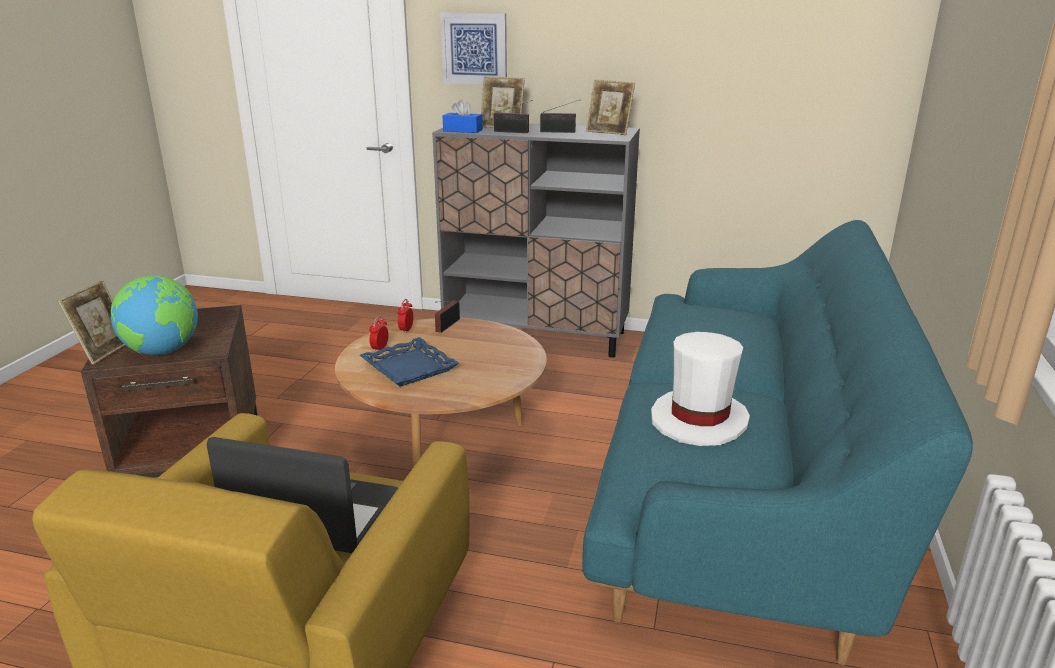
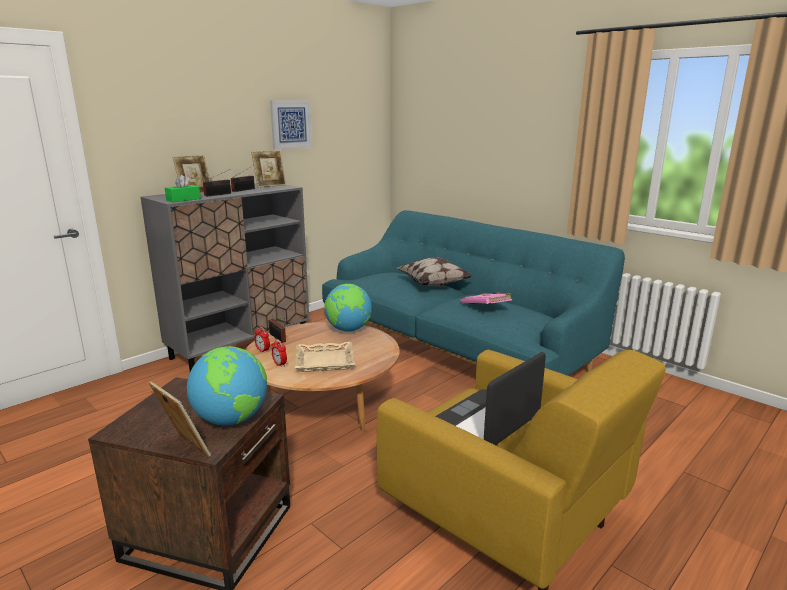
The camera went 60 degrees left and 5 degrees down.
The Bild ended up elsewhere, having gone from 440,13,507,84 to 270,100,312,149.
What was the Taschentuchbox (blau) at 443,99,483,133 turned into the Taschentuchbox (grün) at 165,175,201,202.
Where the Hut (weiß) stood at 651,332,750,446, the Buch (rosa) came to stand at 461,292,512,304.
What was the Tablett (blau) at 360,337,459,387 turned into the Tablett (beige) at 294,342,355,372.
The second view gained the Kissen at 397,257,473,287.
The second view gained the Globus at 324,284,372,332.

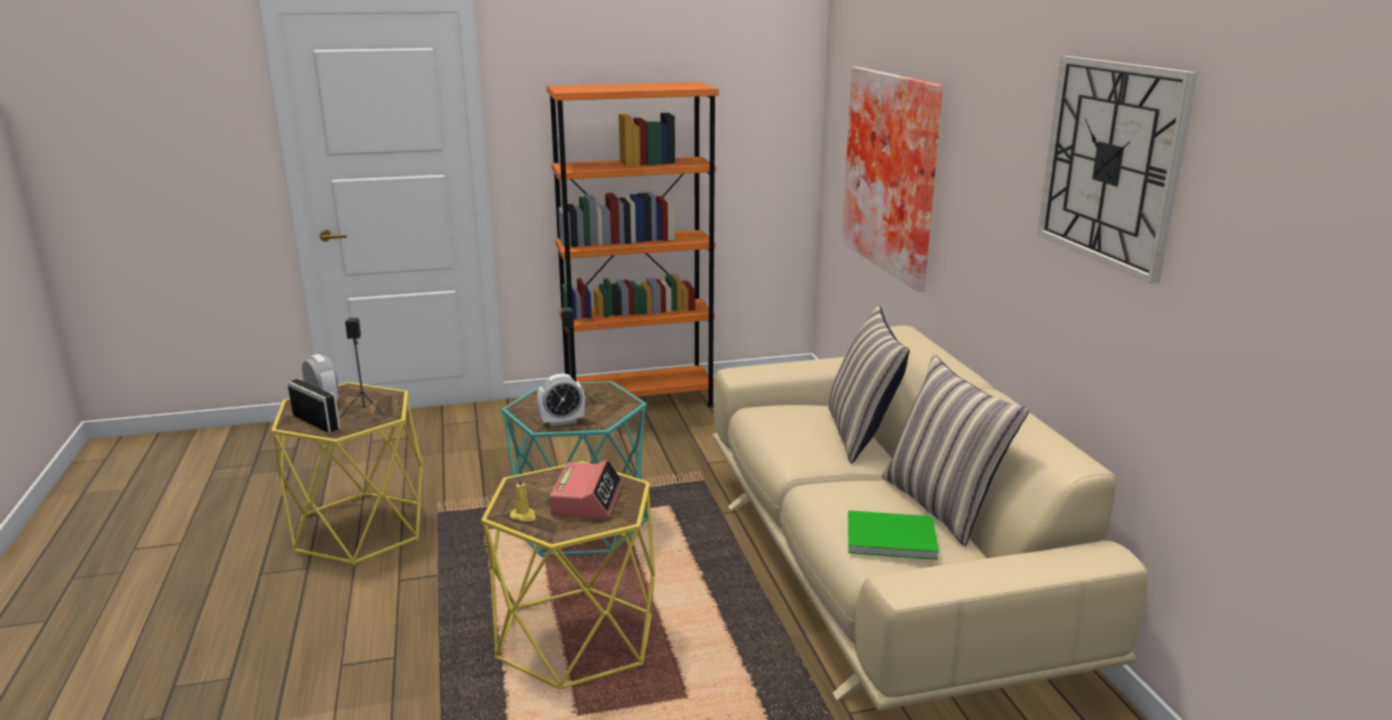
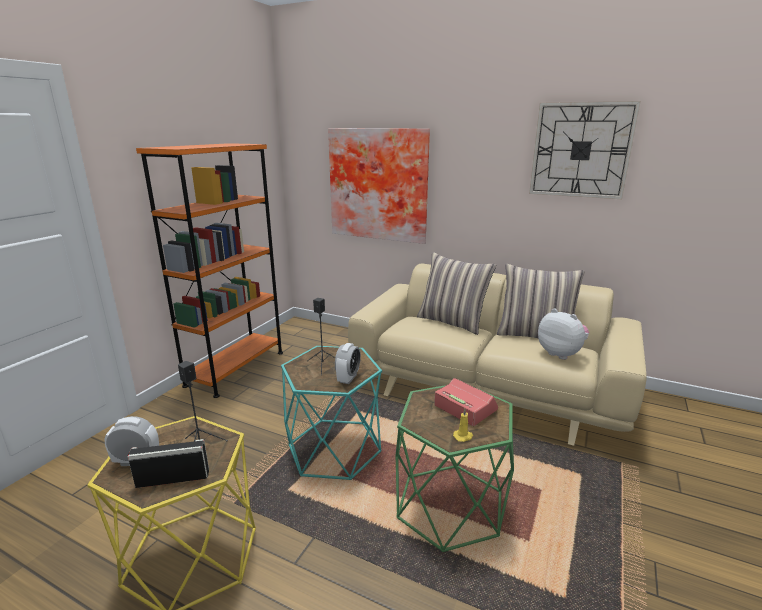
The camera went 50 degrees left and 0 degrees up.
What was the Beistelltisch (gelb) at 481,461,655,690 turned into the Beistelltisch (grün) at 396,385,514,552.
Where the Buch (grün) stood at 848,510,939,560, the Plüschtier came to stand at 538,308,589,360.

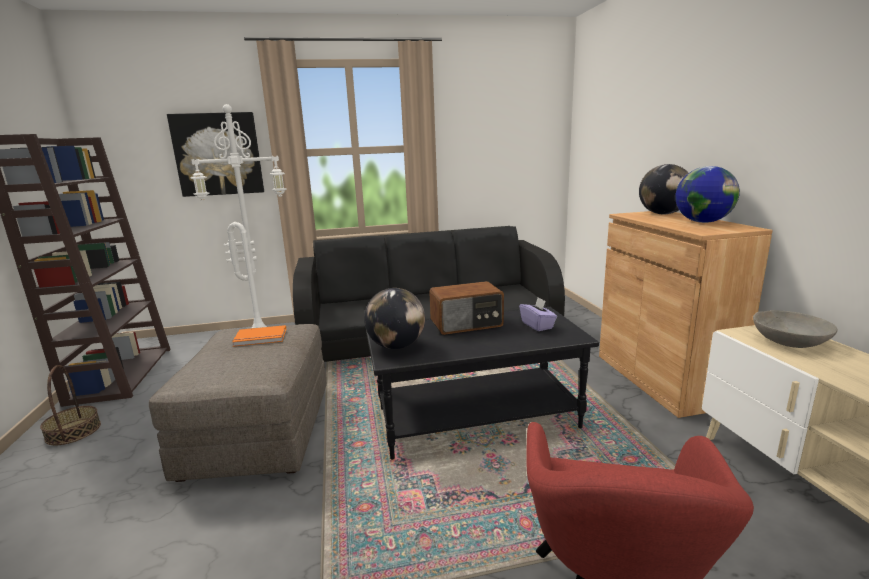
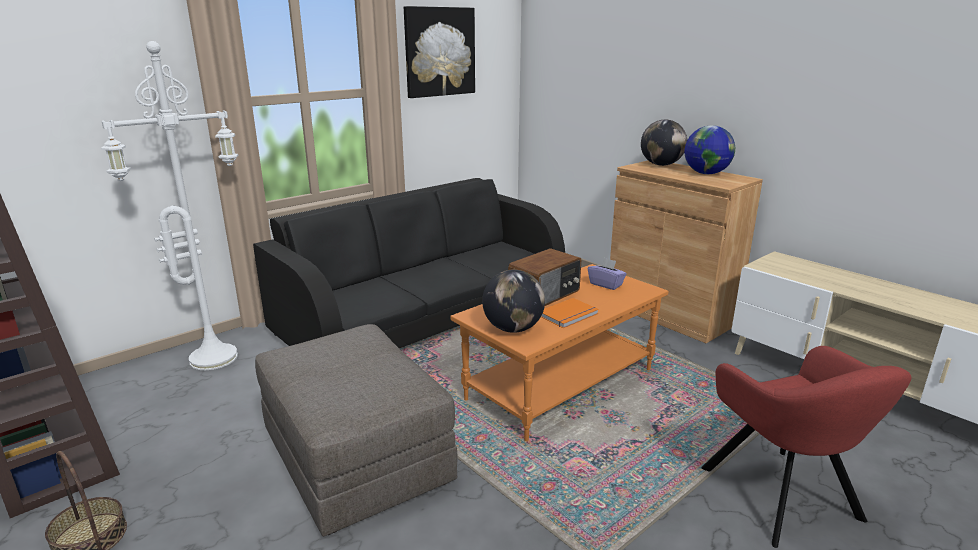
The camera went 30 degrees left and 5 degrees up.
The Bild ended up elsewhere, having gone from 167,112,264,197 to 404,6,475,98.
What was the Couchtisch (schwarz) at 366,307,599,460 turned into the Couchtisch (orange) at 450,264,669,441.
The second view lost the Schüssel (grau) at 753,310,838,348.
The Buch (orange) ended up elsewhere, having gone from 232,325,286,347 to 541,298,599,328.

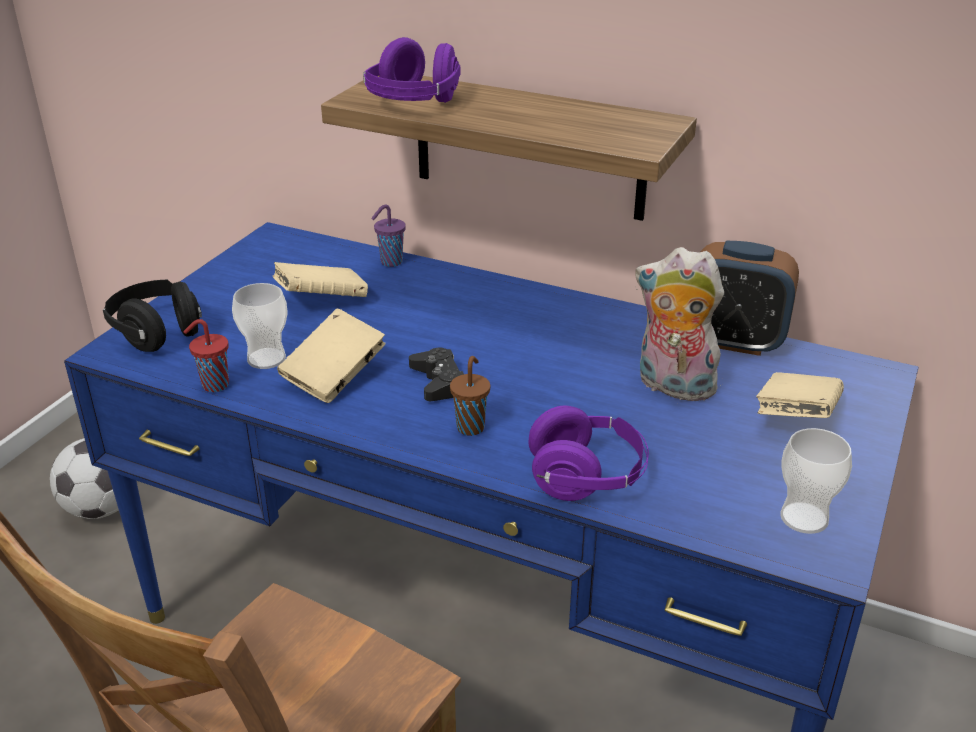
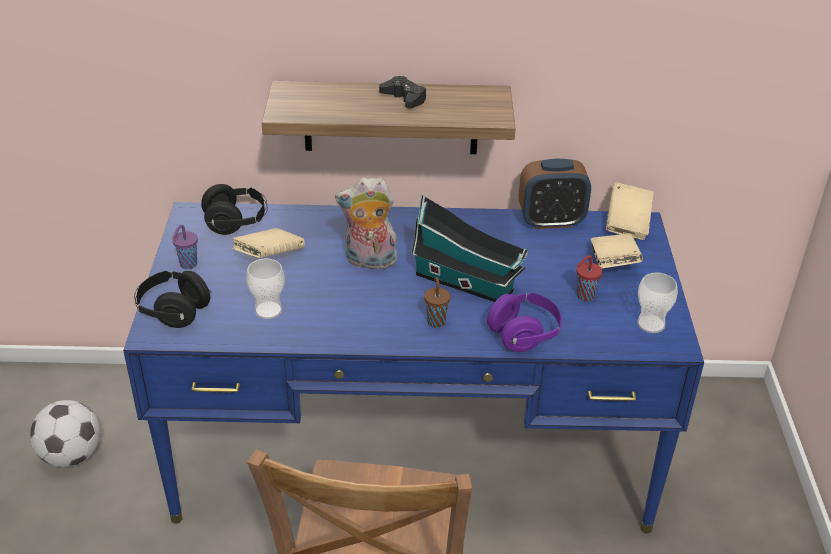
The camera went 25 degrees left and 5 degrees up.
The second view lost the Kopfhörer (lila) at 363,37,460,103.
The Tasse (lila) ended up elsewhere, having gone from 371,204,406,267 to 172,225,198,269.
The Plüschtier ended up elsewhere, having gone from 635,247,724,401 to 335,177,397,271.
The Buch (beige) ended up elsewhere, having gone from 277,309,385,403 to 606,182,654,240.
The Tasse (rot) ended up elsewhere, having gone from 184,319,229,392 to 577,255,602,301.
The Gamepad (schwarz) ended up elsewhere, having gone from 409,348,464,401 to 379,76,426,109.
The second view gained the Kopfhörer (schwarz) at 201,184,268,235.
The second view gained the Spielzeughaus at 411,195,528,302.

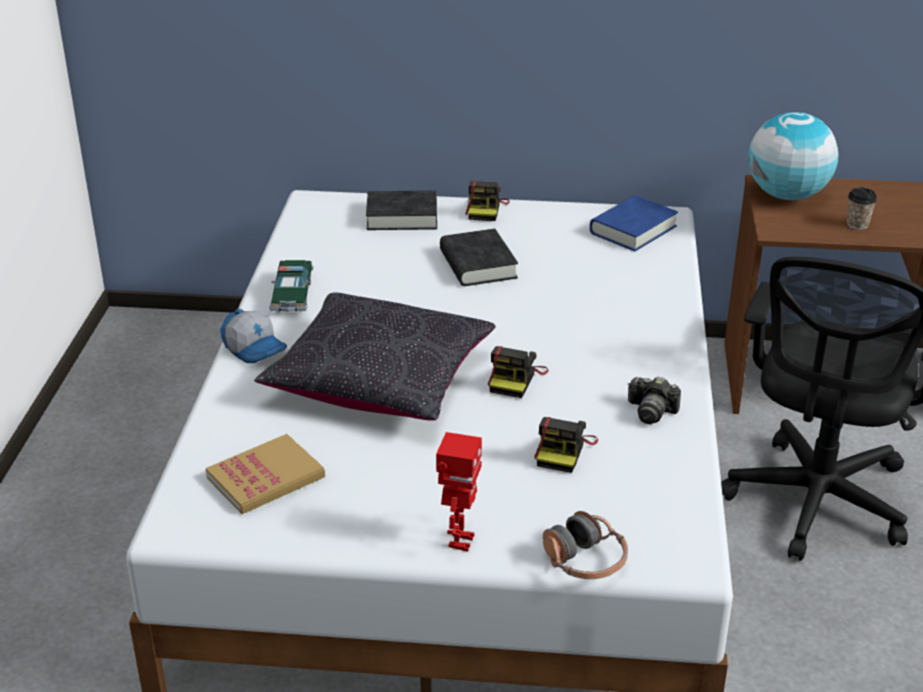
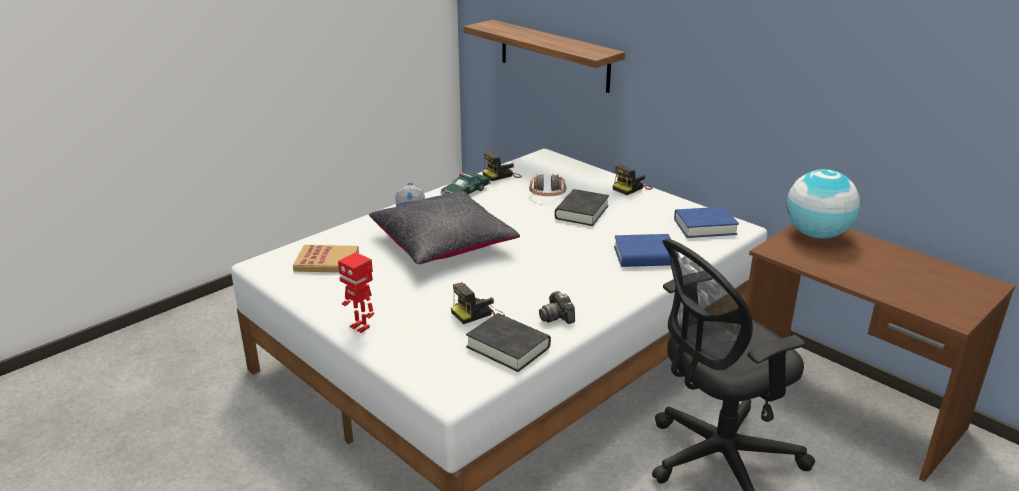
The camera went 40 degrees right and 5 degrees down.
The second view lost the Tasse at 847,187,877,230.
The Buch (schwarz) ended up elsewhere, having gone from 366,190,437,230 to 466,313,551,372.
The Kamera ended up elsewhere, having gone from 488,346,548,398 to 482,152,522,181.
The Spielzeugroboter at 436,432,482,552 ended up facing another way, 75 degrees clockwise from before.
The Kopfhörer ended up elsewhere, having gone from 543,511,628,579 to 529,174,566,196.
The second view gained the Wandregal at 463,20,625,93.
The second view gained the Buch (blau) at 614,234,671,267.

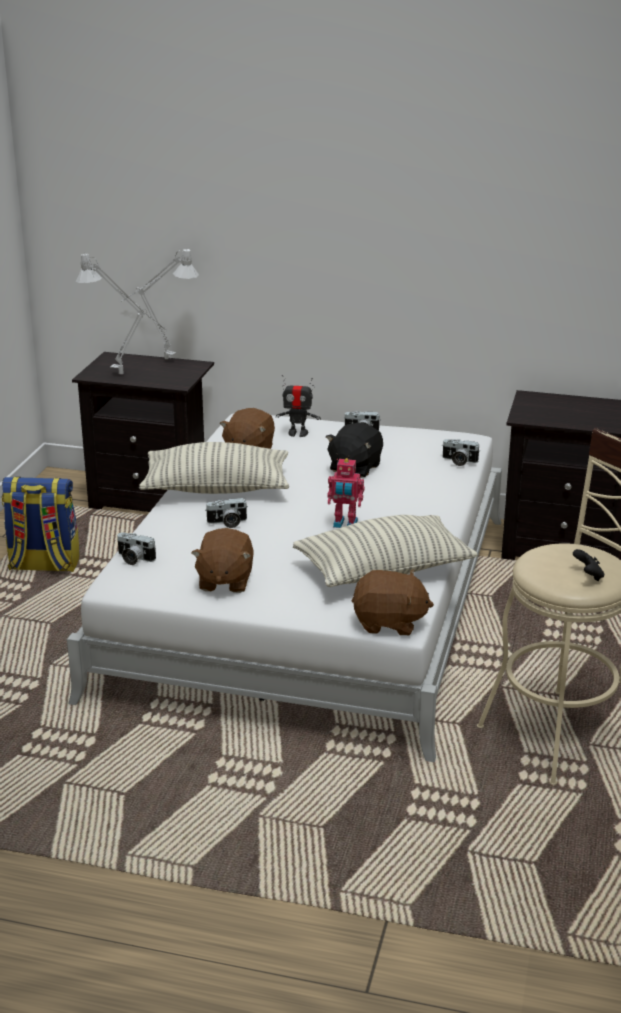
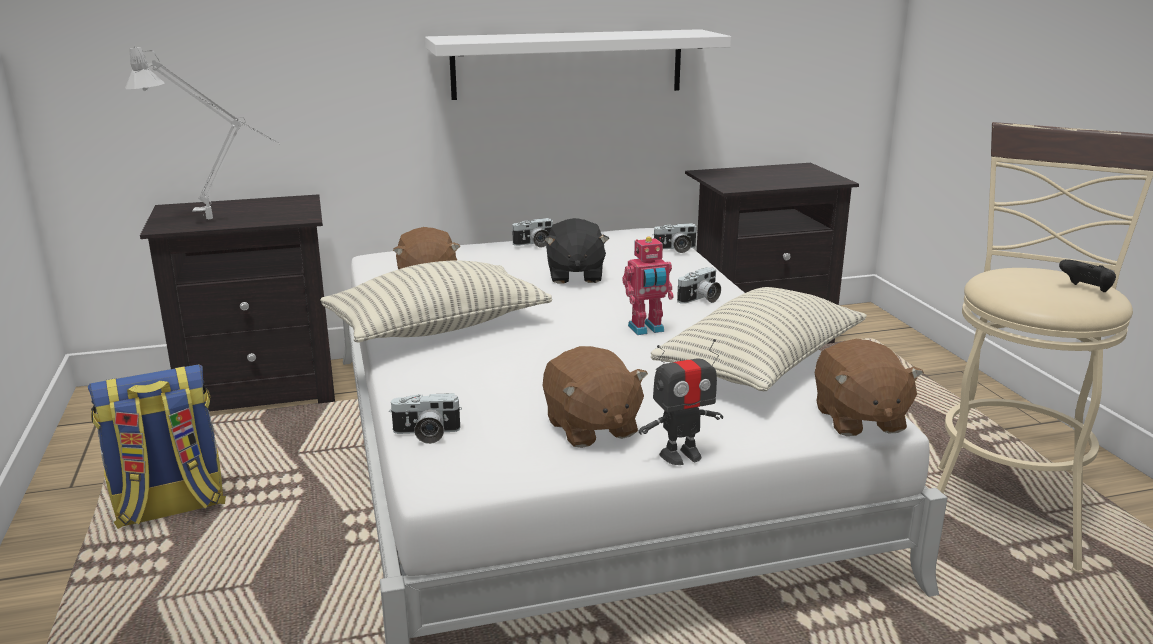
The camera went 30 degrees left and 5 degrees down.
The second view lost the Tischlampe (grau) at 121,248,199,359.
The Spielzeugroboter ended up elsewhere, having gone from 276,375,321,437 to 639,339,723,465.
The Kamera ended up elsewhere, having gone from 205,498,248,528 to 677,267,721,304.
The Plüschtier (braun) at 352,569,434,635 ended up facing another way, 105 degrees clockwise from before.
The second view gained the Wandregal (weiß) at 425,29,731,100.

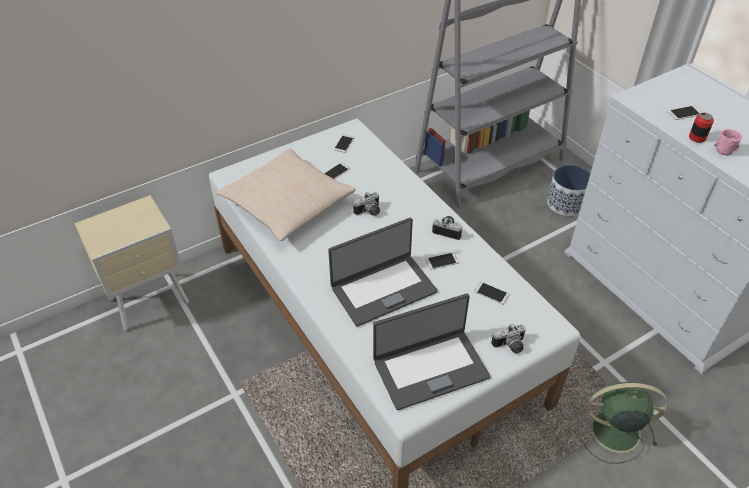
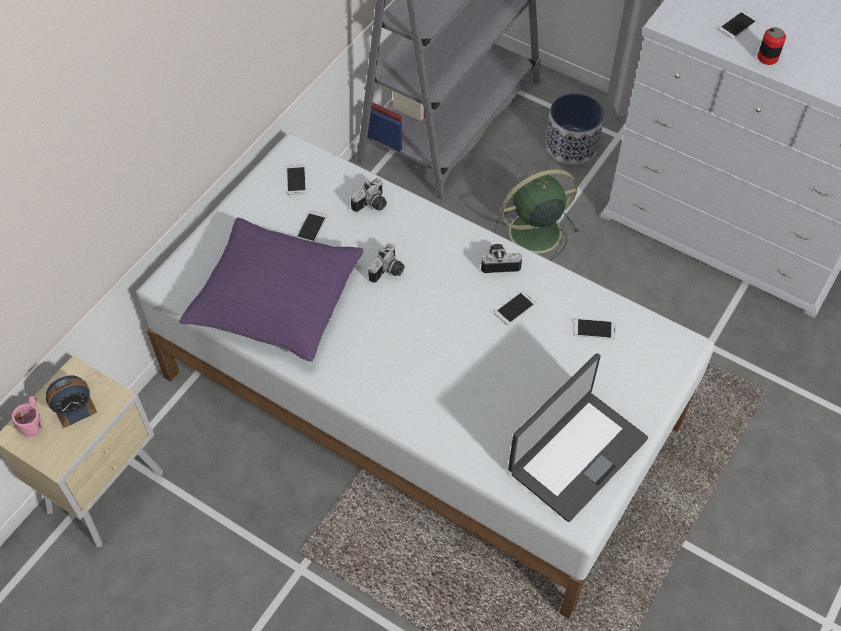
The camera went 25 degrees left and 10 degrees up.
The Henkelbecher (rosa) ended up elsewhere, having gone from 714,129,742,156 to 12,396,43,437.
What was the Kissen (beige) at 216,148,356,241 turned into the Kissen (lila) at 179,217,364,362.
The second view lost the Laptop at 328,218,438,327.
The Kamera ended up elsewhere, having gone from 491,324,526,353 to 351,178,387,212.
The Ventilator (grün) ended up elsewhere, having gone from 584,382,668,464 to 495,169,578,261.
The second view gained the Wecker at 46,375,97,428.

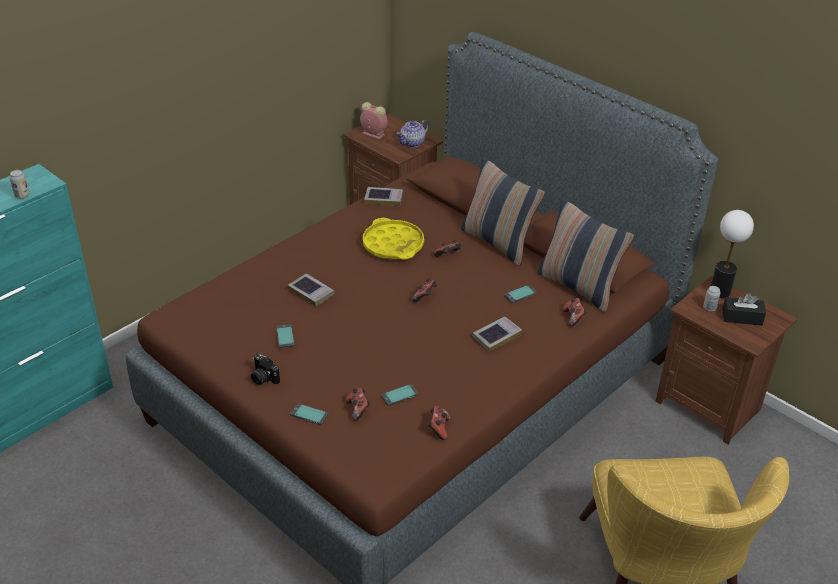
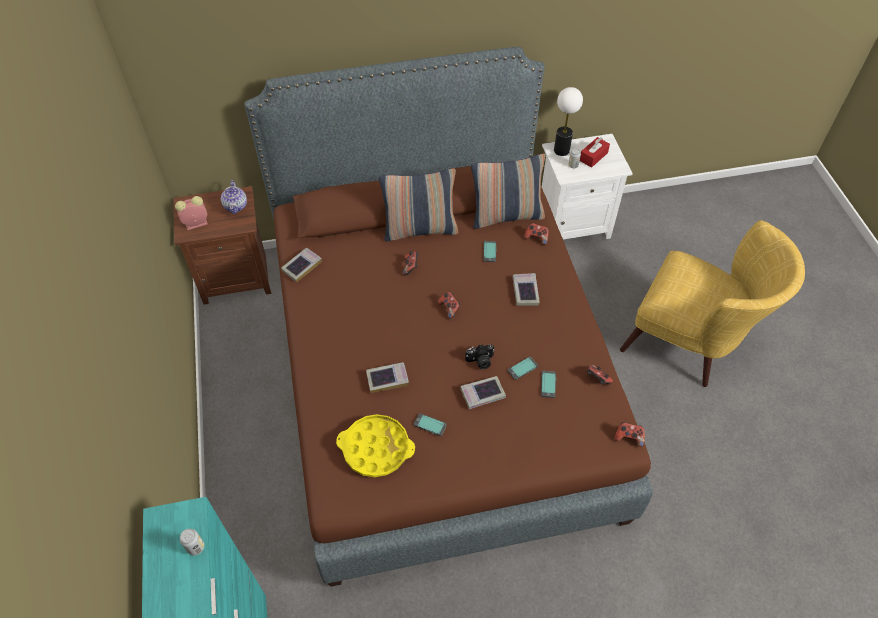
The camera went 55 degrees left and 15 degrees up.
The Tablett (gelb) ended up elsewhere, having gone from 363,218,424,259 to 336,414,415,477.
What was the Nachttisch (braun) at 656,276,797,445 turned into the Nachttisch (weiß) at 542,134,633,240.
What was the Taschentuchbox (schwarz) at 722,293,766,326 turned into the Taschentuchbox (rot) at 580,137,610,168.
The Kamera ended up elsewhere, having gone from 251,354,280,386 to 465,344,495,369.
The Gamepad ended up elsewhere, having gone from 345,387,370,421 to 615,422,645,447.
The Handy ended up elsewhere, having gone from 290,403,328,425 to 508,356,538,380.
The second view gained the Buch at 460,376,506,409.

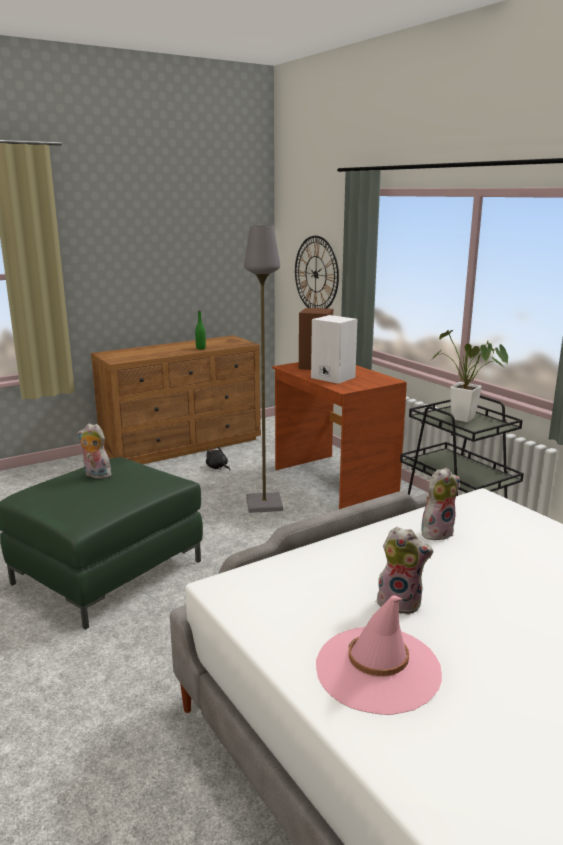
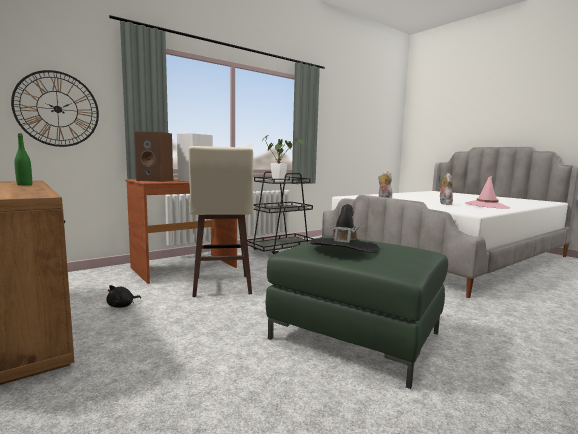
The camera went 95 degrees left and 10 degrees down.
Where the Stehlampe (grau) stood at 244,225,283,513, the Hocker (beige) came to stand at 188,146,254,297.
Where the Plüschtier stood at 78,423,111,479, the Hut (schwarz) came to stand at 310,204,380,253.

